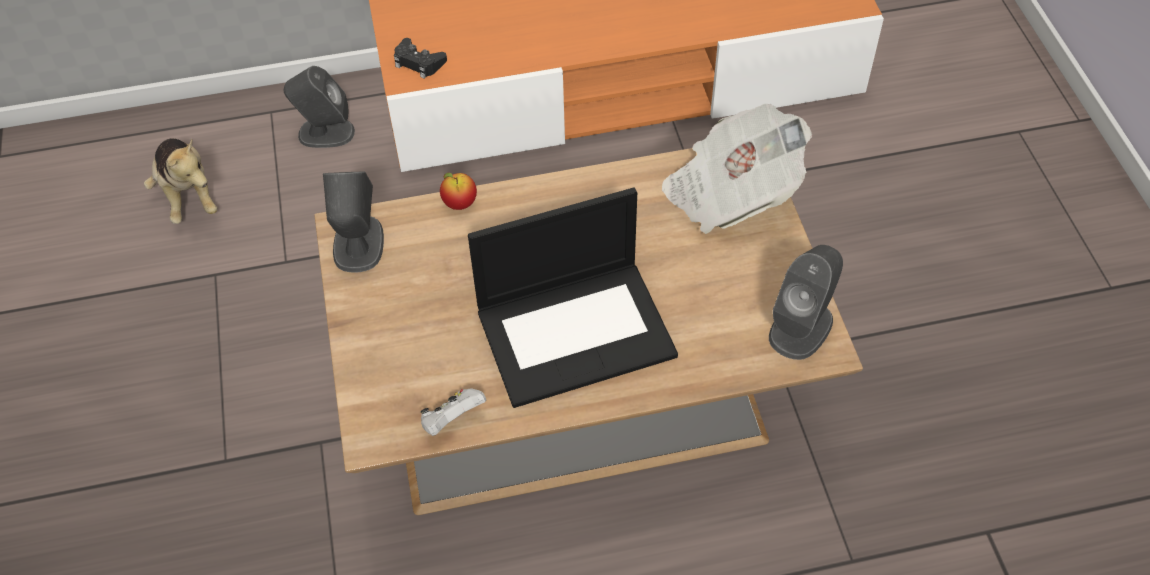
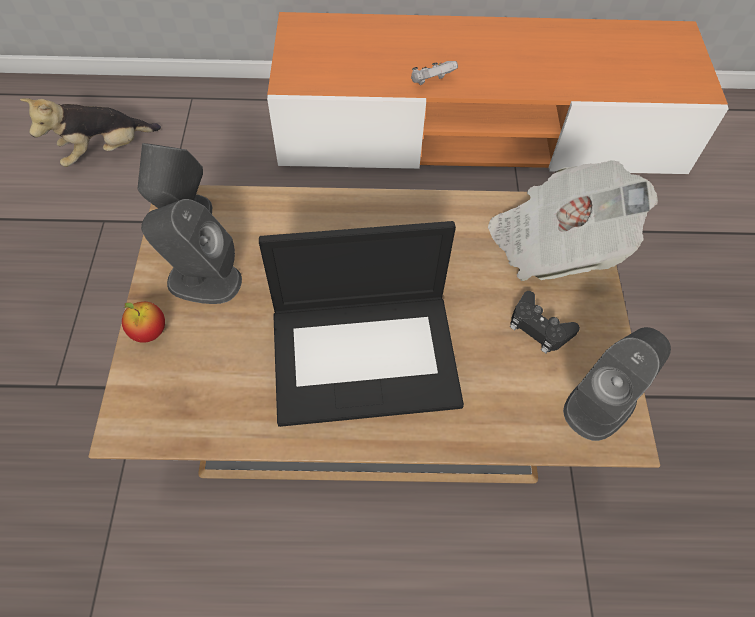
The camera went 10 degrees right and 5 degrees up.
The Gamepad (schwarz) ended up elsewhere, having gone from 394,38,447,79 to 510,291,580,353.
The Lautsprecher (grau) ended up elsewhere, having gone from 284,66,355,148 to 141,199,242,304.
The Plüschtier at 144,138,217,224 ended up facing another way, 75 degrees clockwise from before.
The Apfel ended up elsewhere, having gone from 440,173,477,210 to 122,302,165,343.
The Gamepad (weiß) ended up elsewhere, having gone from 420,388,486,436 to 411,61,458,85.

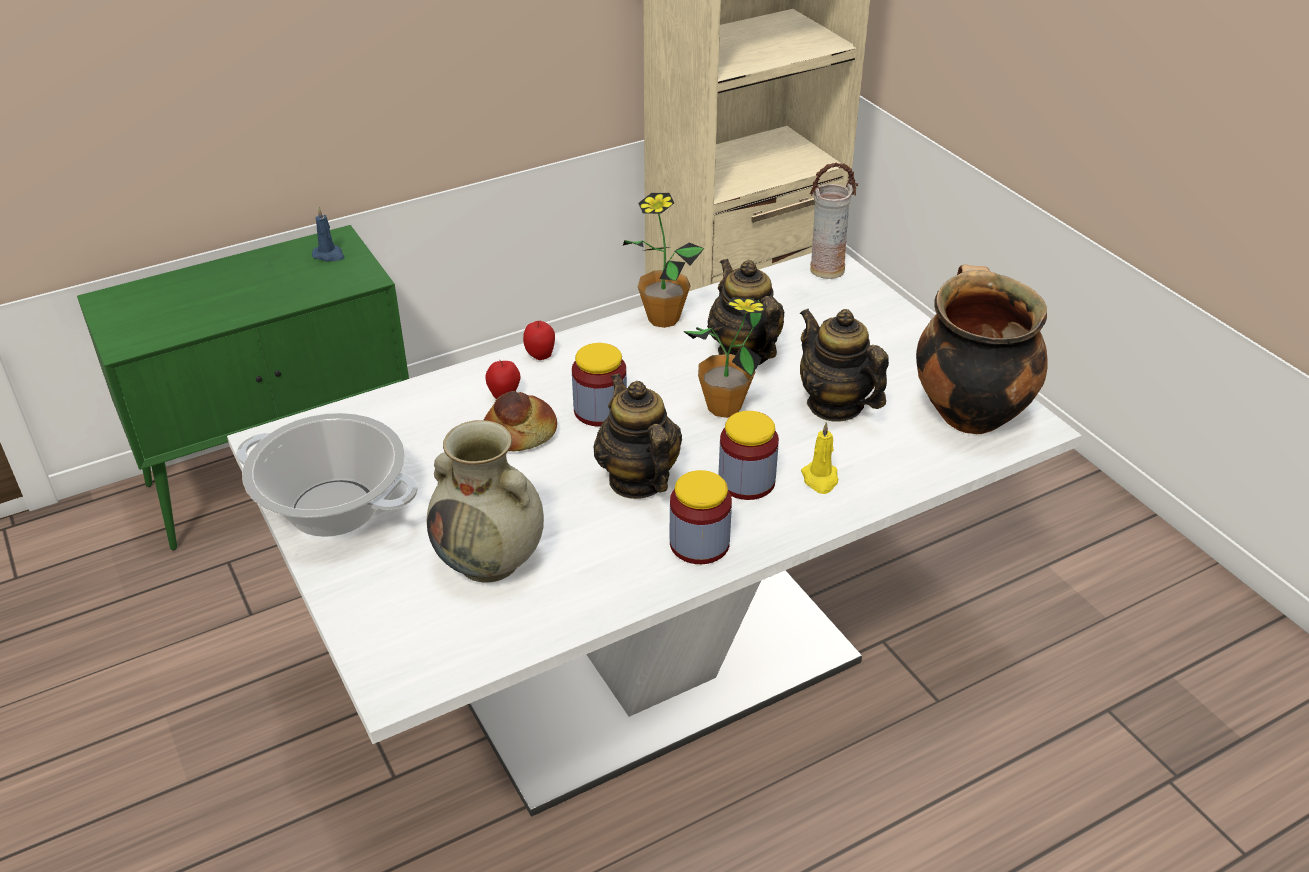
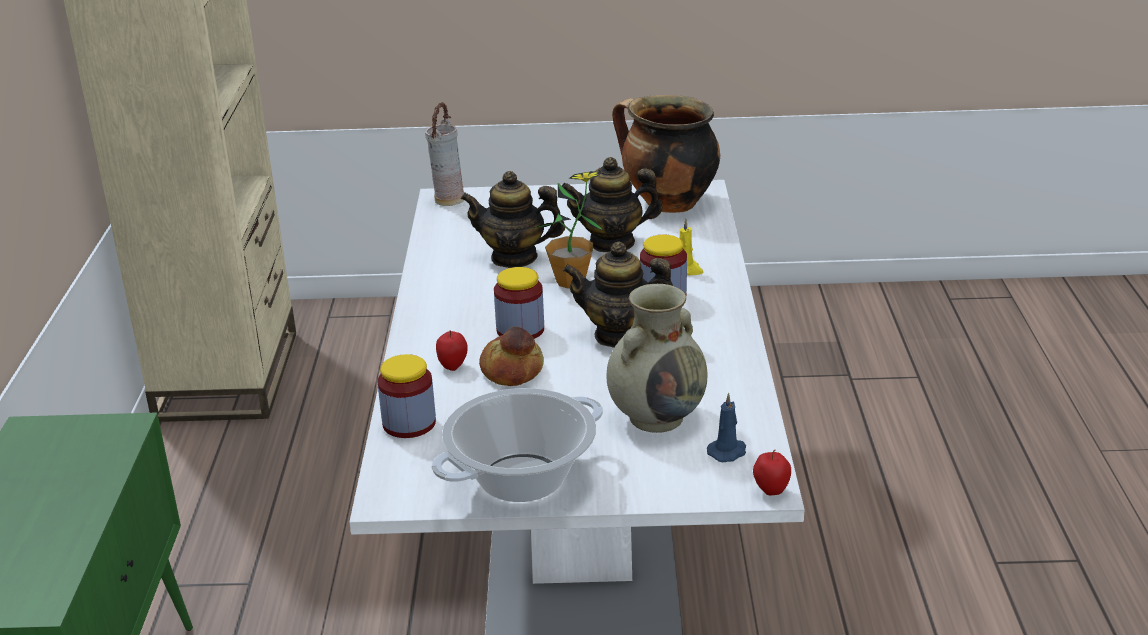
The camera went 60 degrees left and 10 degrees down.
The second view lost the Topfpflanze at 623,193,705,328.
The Kerze (blau) ended up elsewhere, having gone from 312,207,344,262 to 707,393,746,462.
The Apfel ended up elsewhere, having gone from 523,321,555,360 to 753,449,791,495.
The Vorratsglas ended up elsewhere, having gone from 669,470,732,564 to 377,354,436,438.

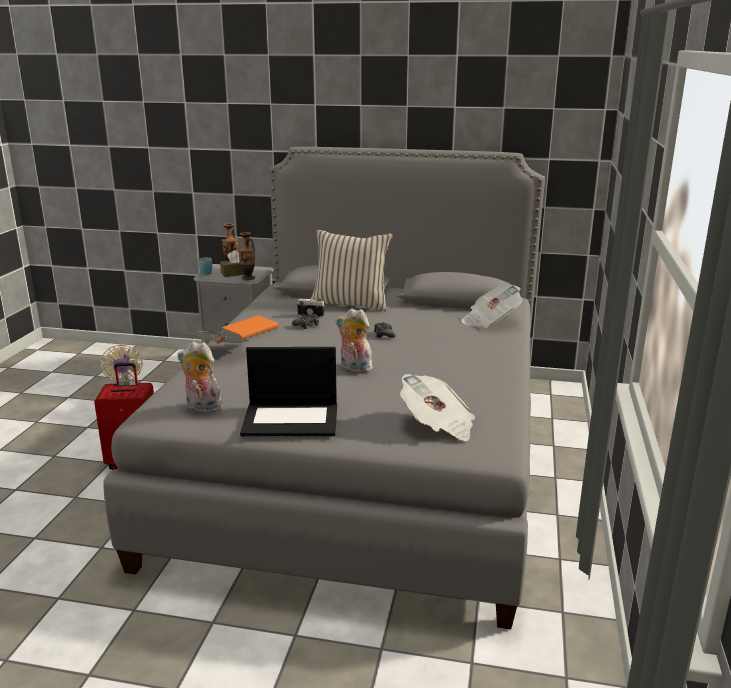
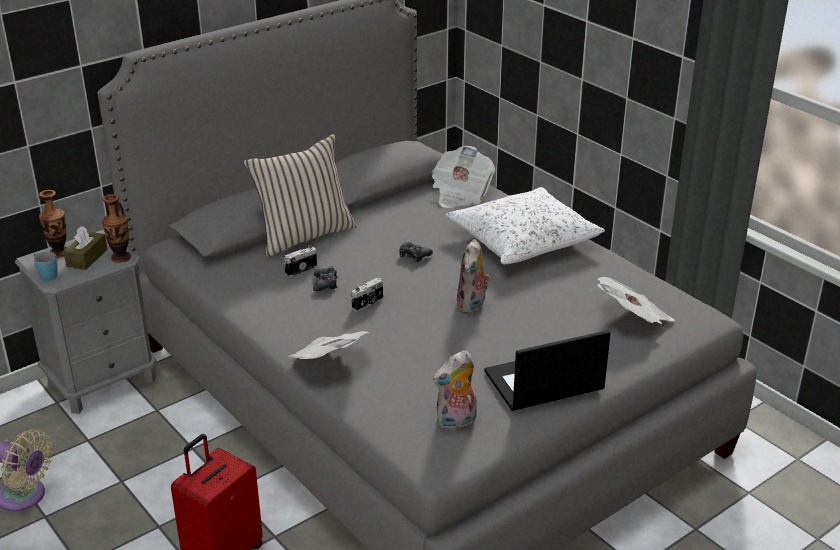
The camera went 50 degrees left and 10 degrees up.
The Plüschtier at 336,308,373,373 ended up facing another way, 45 degrees counterclockwise from before.
The second view lost the Buch (orange) at 221,316,278,339.
The Laptop at 240,347,337,436 ended up facing another way, 150 degrees counterclockwise from before.
The second view gained the Kissen (weiß) at 446,187,605,265.
The second view gained the Kamera at 351,278,383,312.

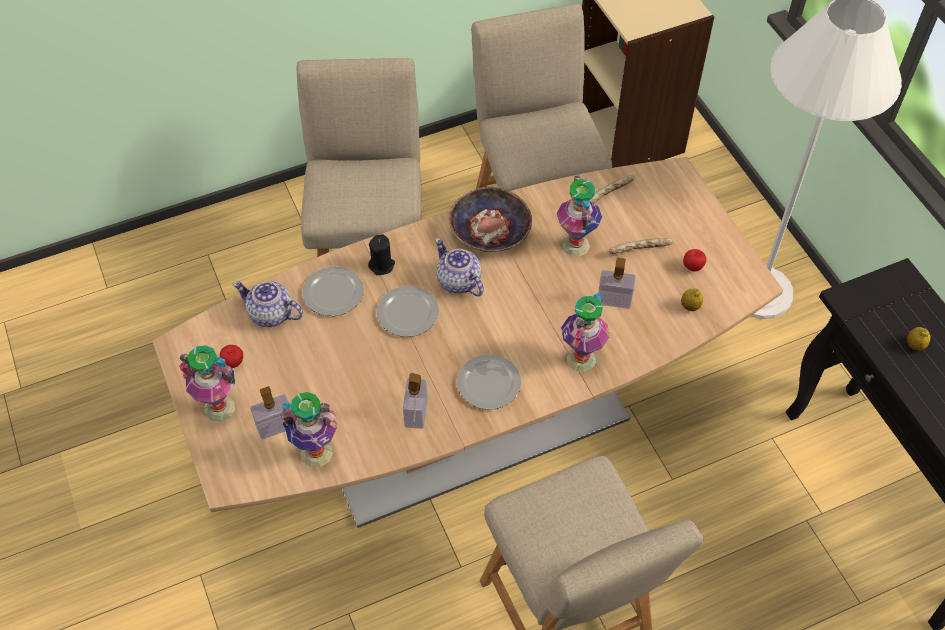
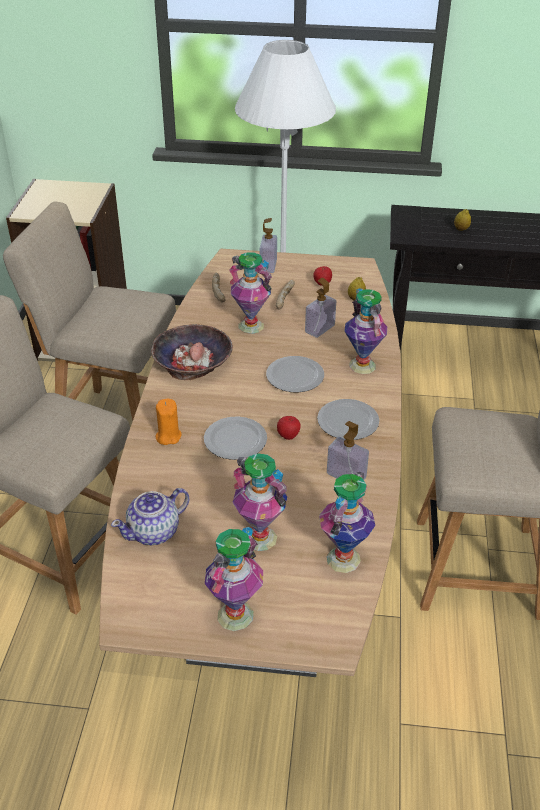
The camera went 60 degrees left and 15 degrees down.
What was the Kerze (schwarz) at 368,234,395,275 turned into the Kerze (orange) at 156,399,182,445.
The second view lost the Teekanne at 435,238,484,296.
The Teller ended up elsewhere, having gone from 302,266,364,316 to 266,356,324,393.
The Apfel ended up elsewhere, having gone from 220,345,243,368 to 277,416,301,440.
The Seifenspender ended up elsewhere, having gone from 251,386,288,439 to 260,218,277,273.
The second view gained the Vase at 233,454,287,551.

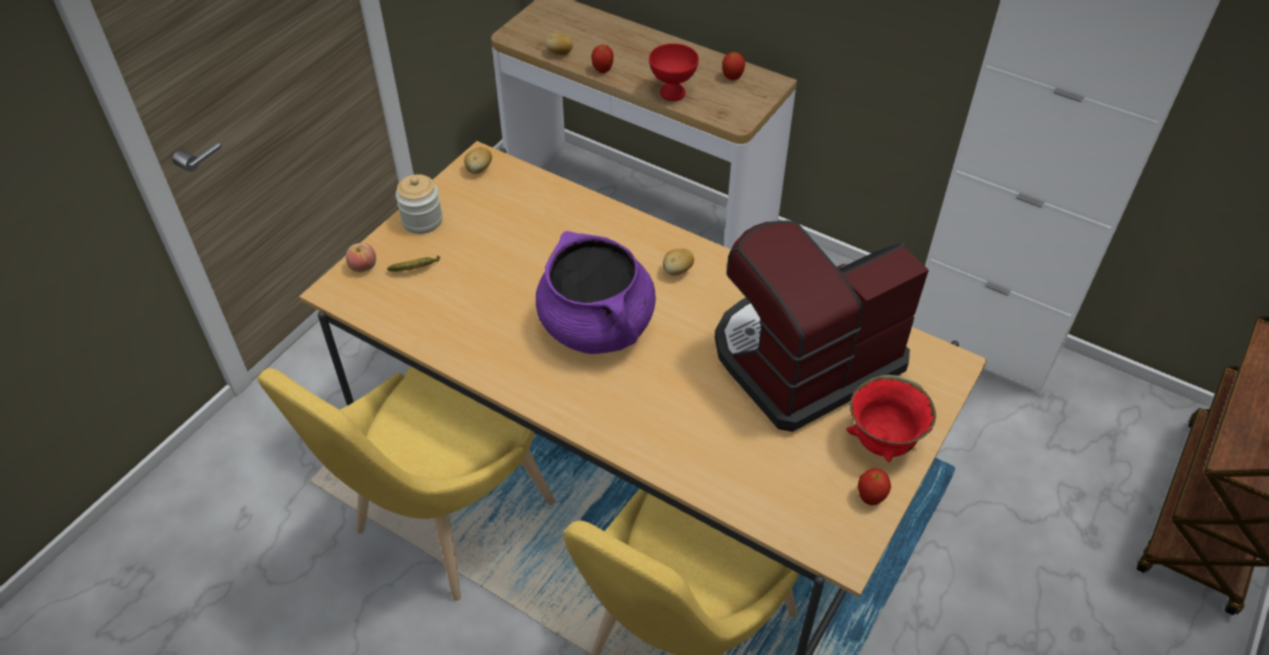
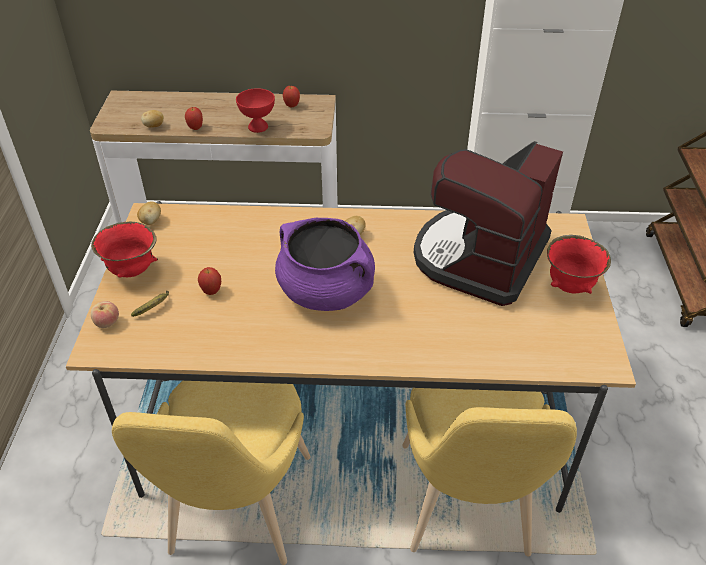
The camera went 30 degrees left and 5 degrees down.
Where the Vorratsglas stood at 395,174,443,234, the Schüssel (rot) came to stand at 91,222,158,278.
The Apfel ended up elsewhere, having gone from 858,468,891,505 to 198,267,221,295.

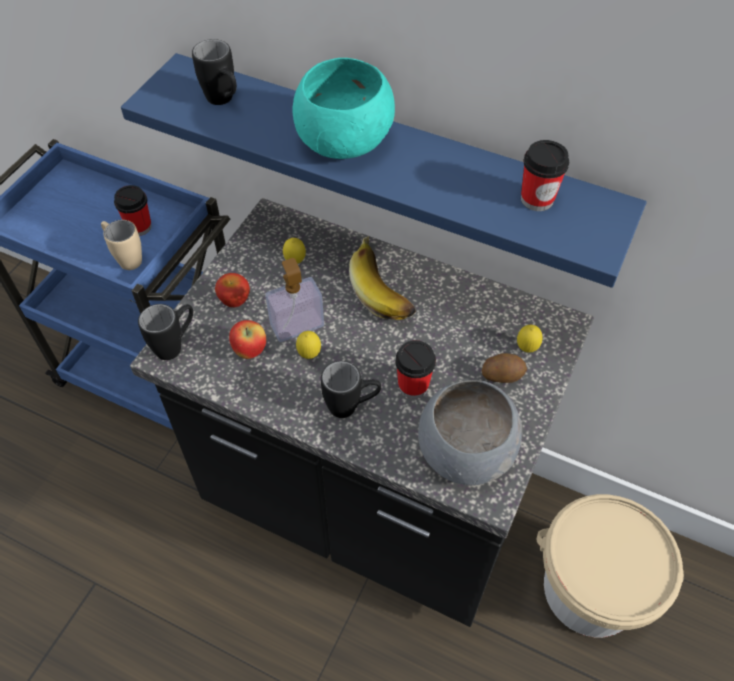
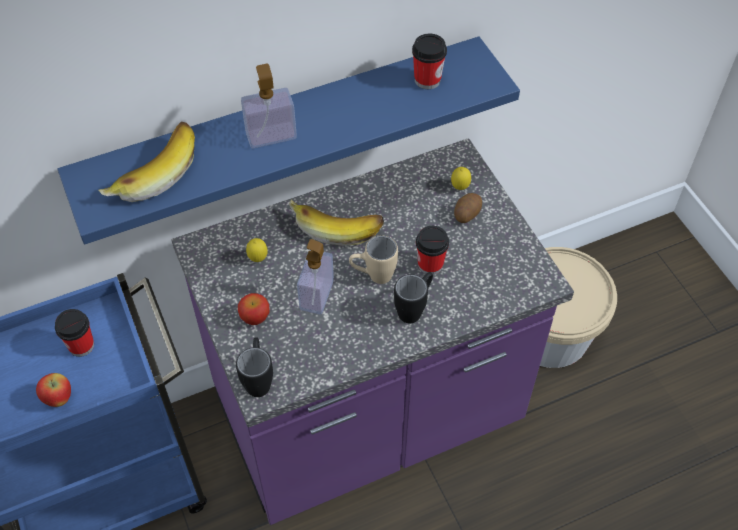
The camera went 50 degrees left and 0 degrees up.
Where the Henkelbecher (schwarz) stood at 192,39,237,105, the Banane came to stand at 99,121,195,202.
Where the Schüssel (türkis) stood at 292,58,395,159, the Seifenspender came to stand at 241,64,297,148.
What was the Küchenzeile (schwarz) at 130,198,594,627 turned into the Küchenzeile (lila) at 172,138,574,525.
The Henkelbecher (beige) ended up elsewhere, having gone from 101,220,142,270 to 349,235,398,284.
The Apfel ended up elsewhere, having gone from 229,320,266,359 to 36,373,71,407.
The second view lost the Zitrone at 296,331,321,359.
The second view lost the Schüssel (grau) at 418,380,522,486.

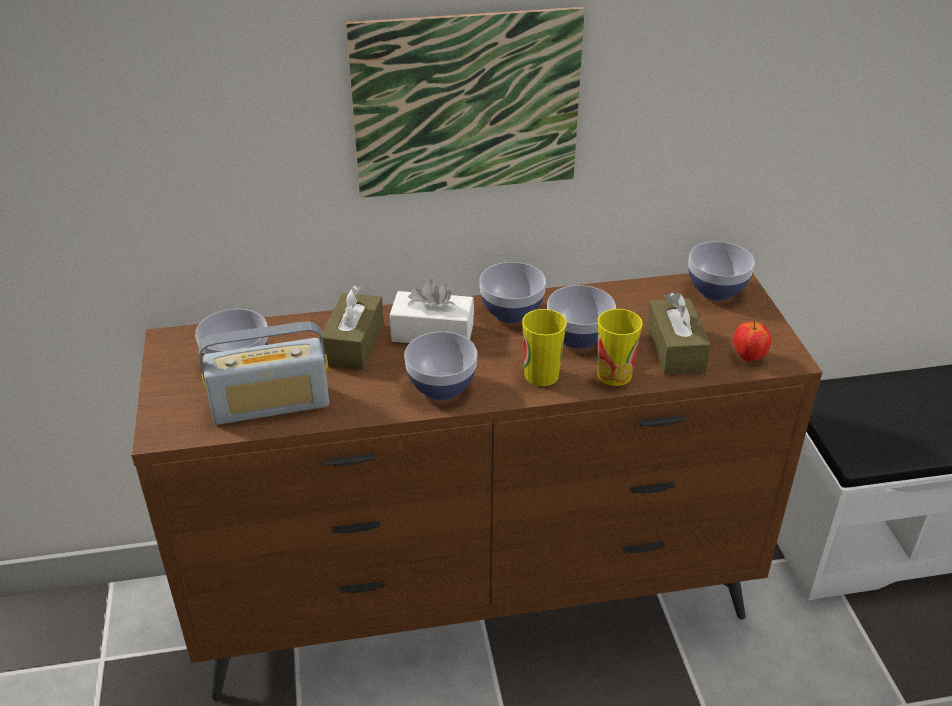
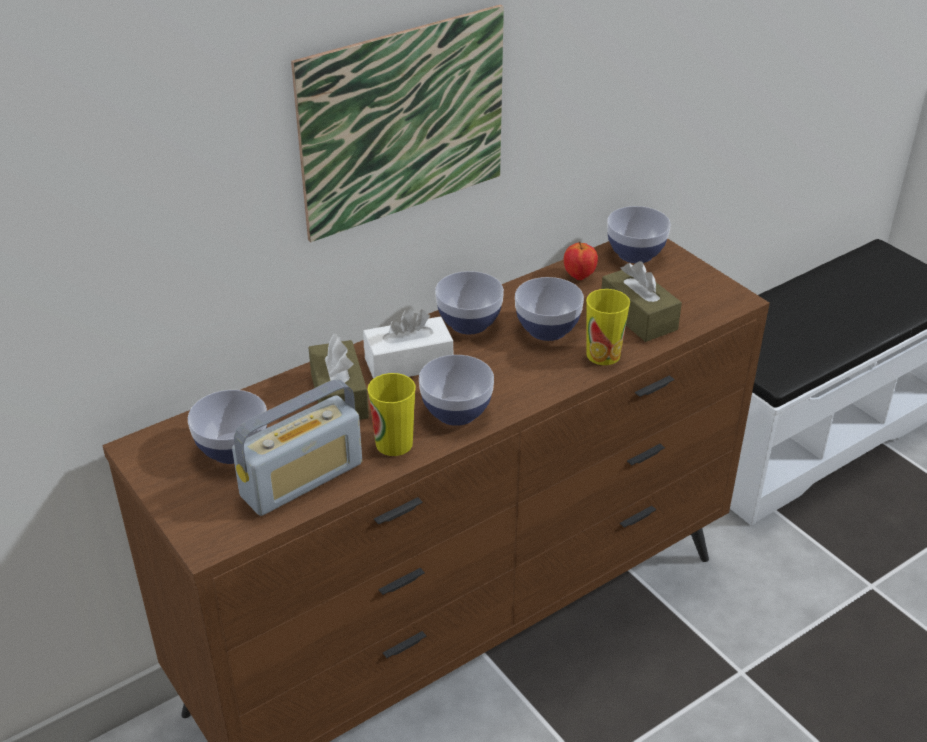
The camera went 25 degrees left and 0 degrees up.
The Tasse ended up elsewhere, having gone from 522,309,567,386 to 368,373,416,456.
The Apfel ended up elsewhere, having gone from 734,321,771,362 to 564,242,598,280.

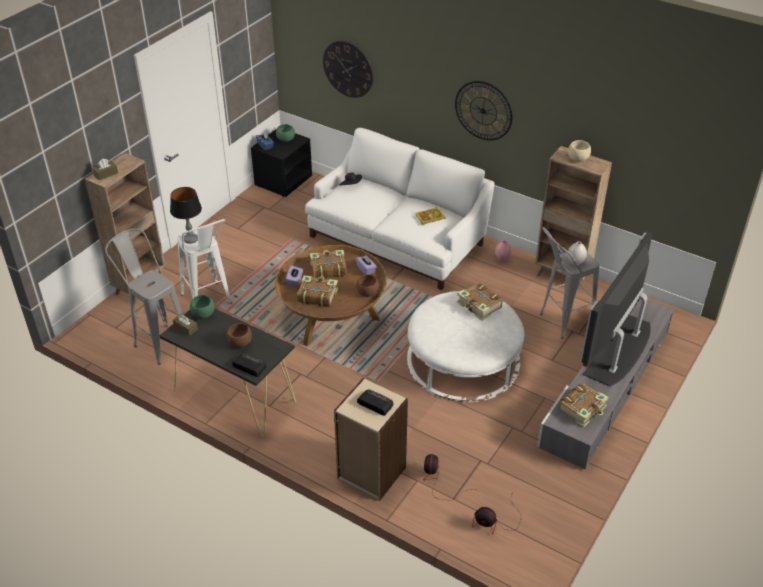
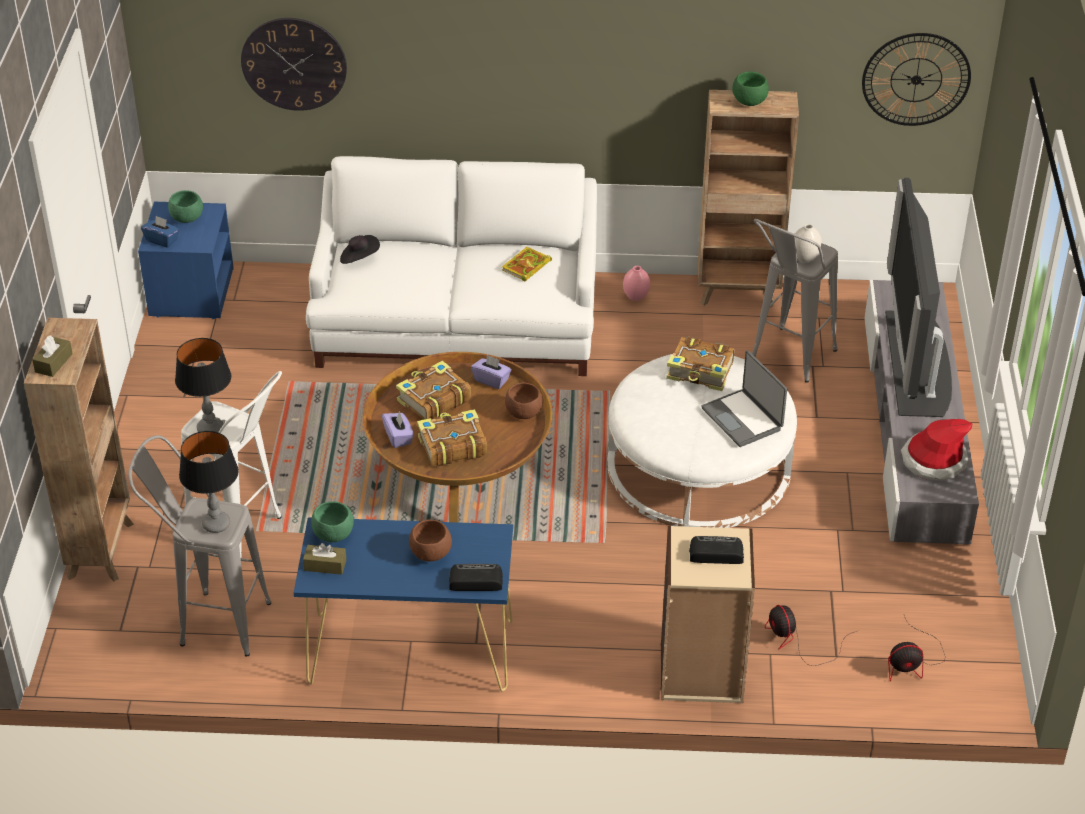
The camera went 30 degrees left and 0 degrees up.
The Wanduhr ended up elsewhere, having gone from 455,81,512,140 to 862,33,971,126.
What was the Nachttisch (schwarz) at 251,129,312,197 turned into the Nachttisch (blau) at 138,202,234,319.
What was the Schüssel (beige) at 568,140,591,162 turned into the Schüssel (grün) at 732,72,769,106.
What was the Konsolentisch (schwarz) at 160,308,296,437 turned into the Konsolentisch (blau) at 294,517,513,691.
Where the Buch stood at 559,383,609,428, the Hut came to stand at 901,419,973,481.
The second view gained the Laptop at 701,351,787,447.
The second view gained the Tischlampe at 179,431,239,533.

